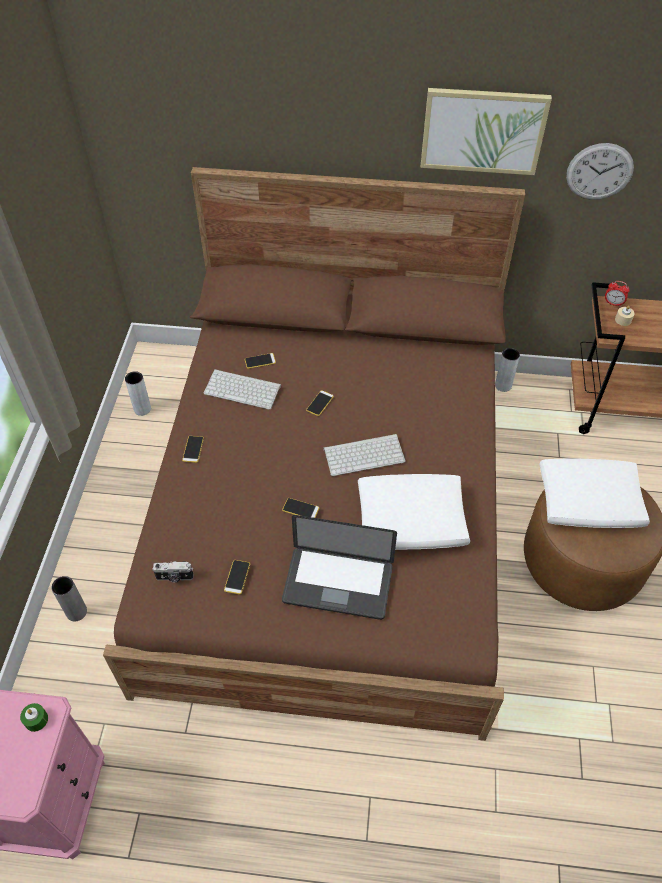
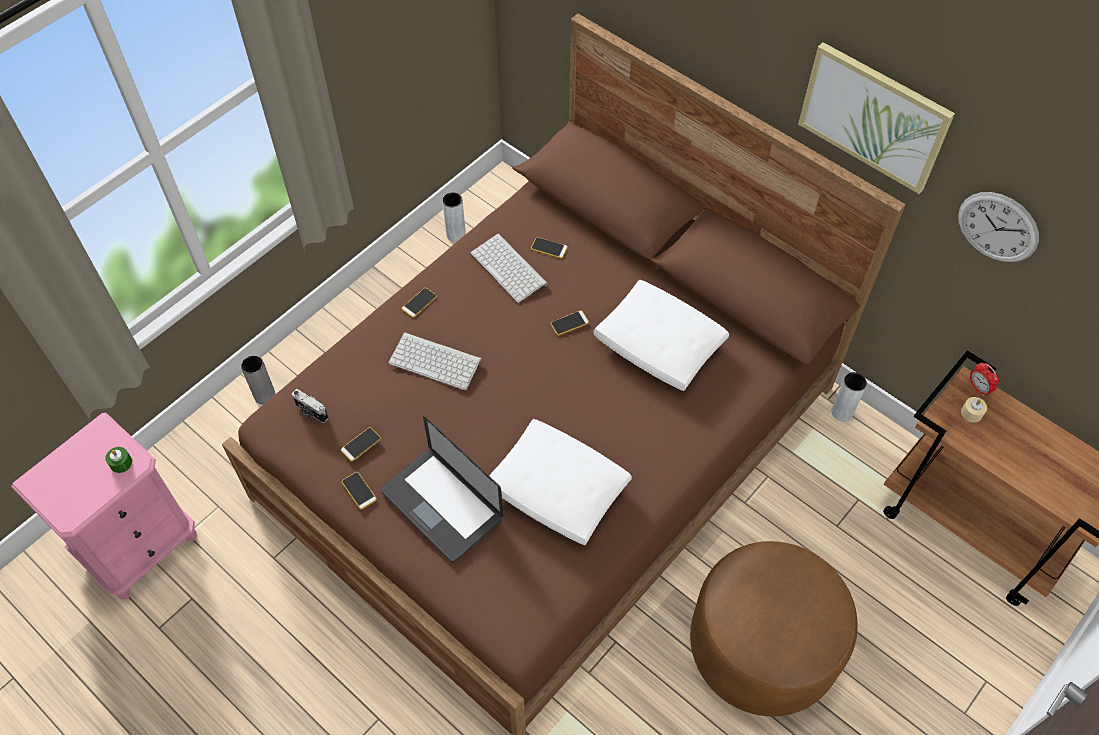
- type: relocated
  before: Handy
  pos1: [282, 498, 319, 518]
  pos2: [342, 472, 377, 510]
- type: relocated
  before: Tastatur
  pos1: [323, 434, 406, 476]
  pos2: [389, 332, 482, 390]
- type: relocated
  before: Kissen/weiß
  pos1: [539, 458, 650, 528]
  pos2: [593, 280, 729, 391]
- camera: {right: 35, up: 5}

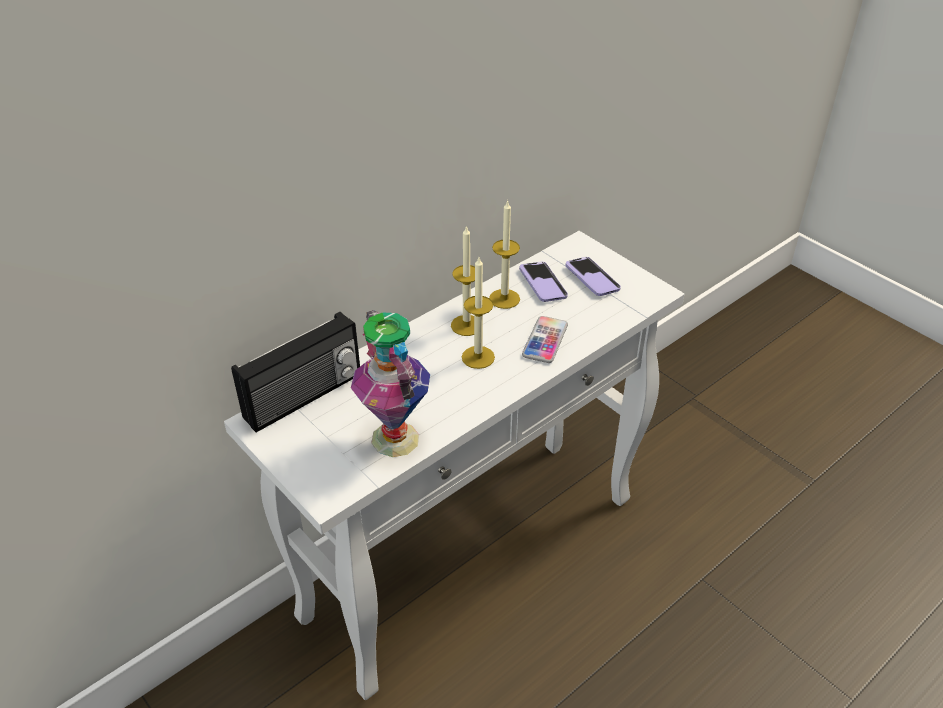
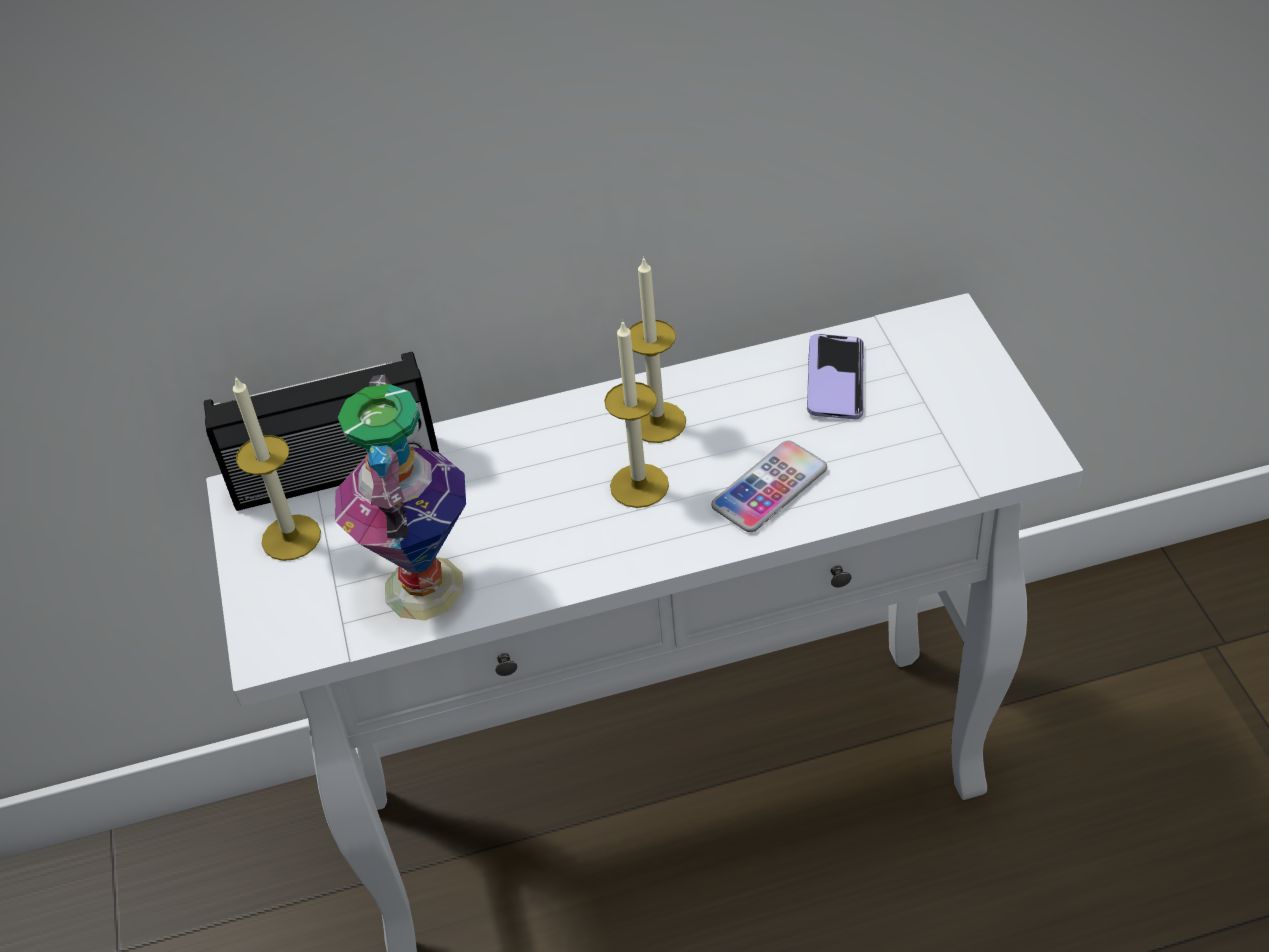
- type: missing
  before: Handy
  pos1: [565, 257, 621, 296]
- type: relocated
  before: Kerze
  pos1: [489, 200, 520, 309]
  pos2: [233, 376, 321, 561]
- camera: {right: 30, up: 5}

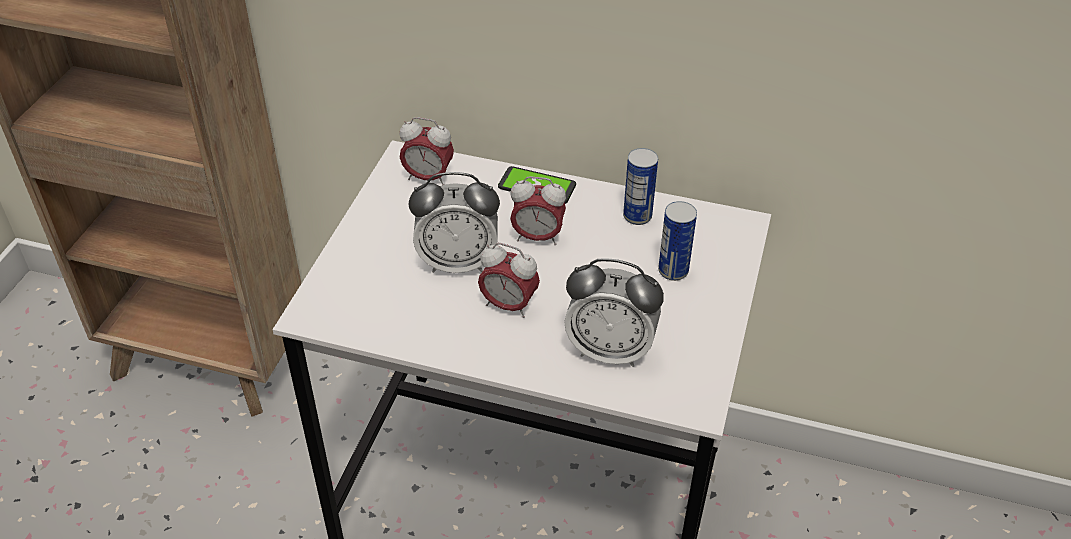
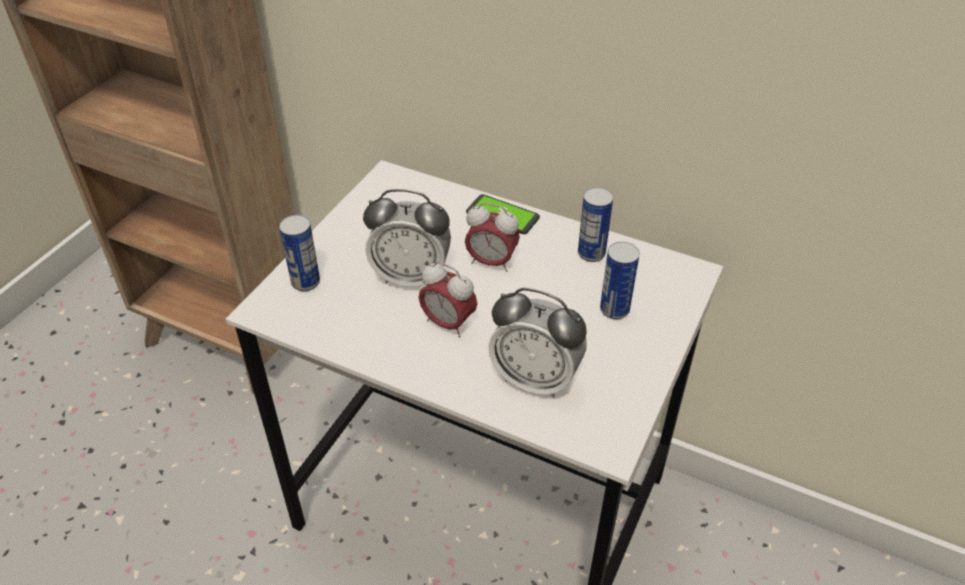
- type: missing
  before: Wecker
  pos1: [400, 117, 454, 185]
- type: appeared
  after: Dose
  pos2: [279, 215, 320, 291]
- camera: {right: 10, up: 0}

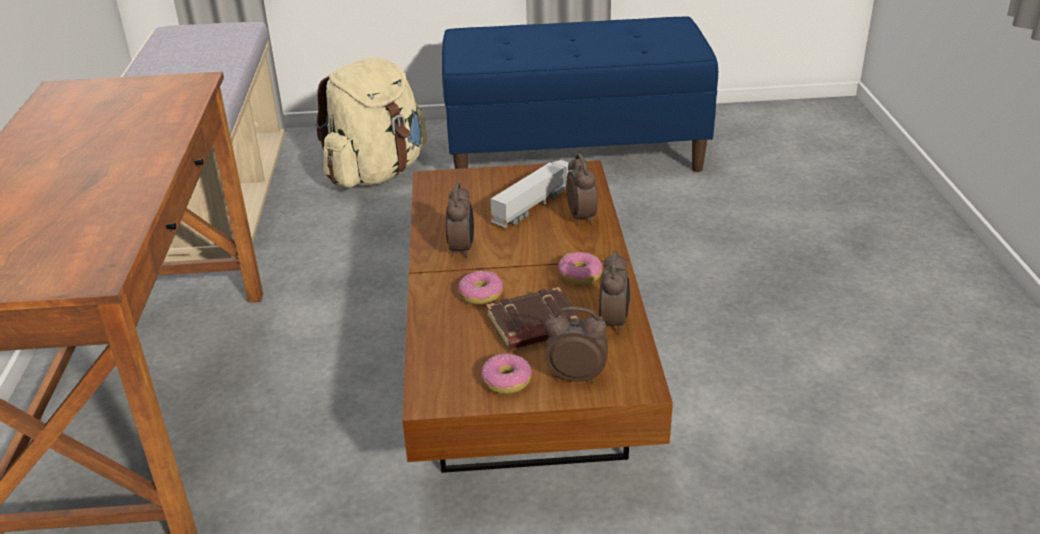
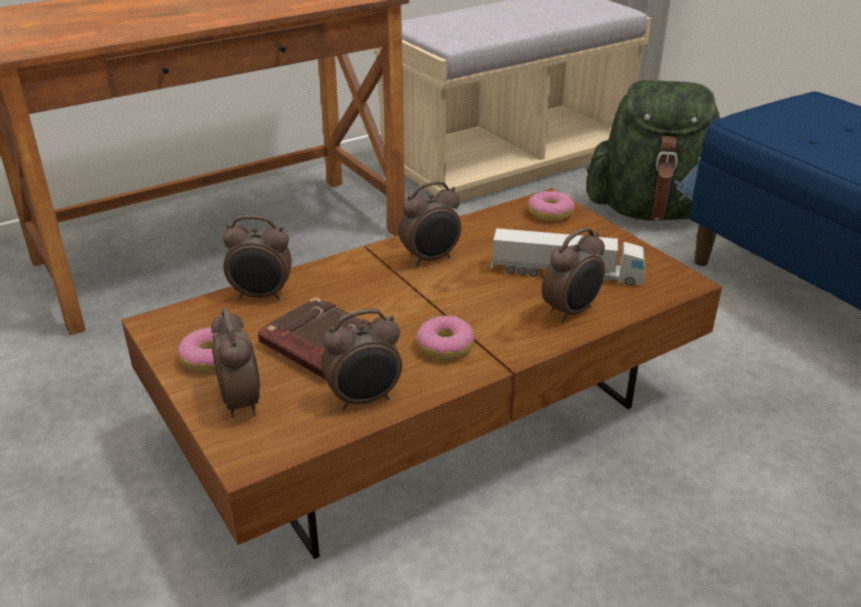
- type: appeared
  after: Wecker
  pos2: [223, 215, 292, 301]
- type: relocated
  before: Donut
  pos1: [458, 271, 503, 305]
  pos2: [528, 191, 575, 221]
- type: colour
  before: Rucksack/beige
  after: Rucksack/grün
  pos1: [315, 57, 427, 188]
  pos2: [586, 80, 720, 221]
- camera: {right: 60, up: 0}

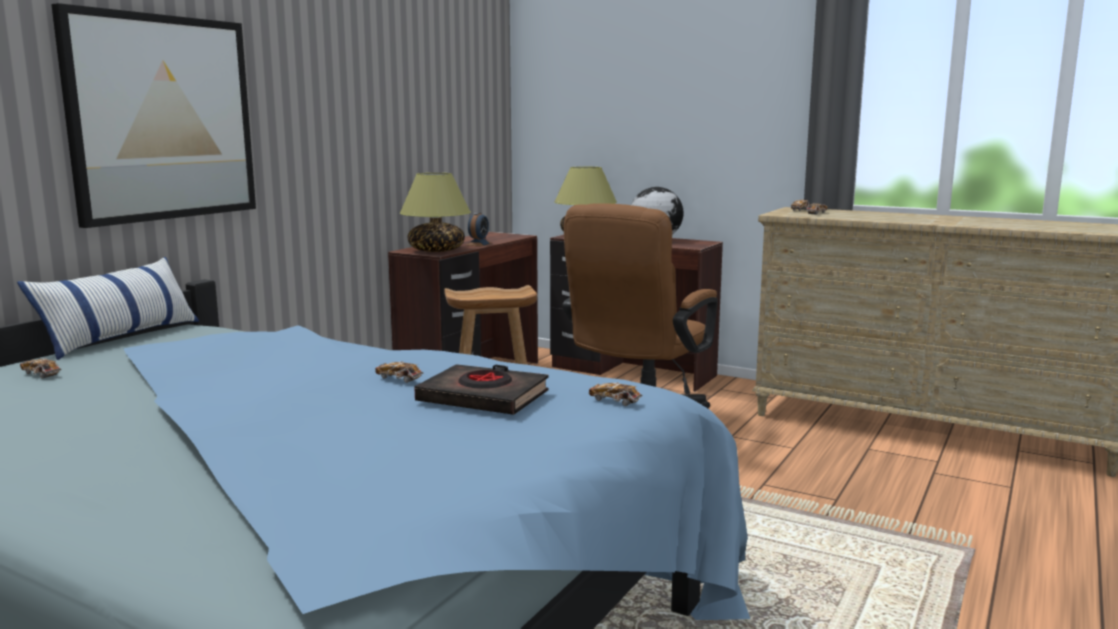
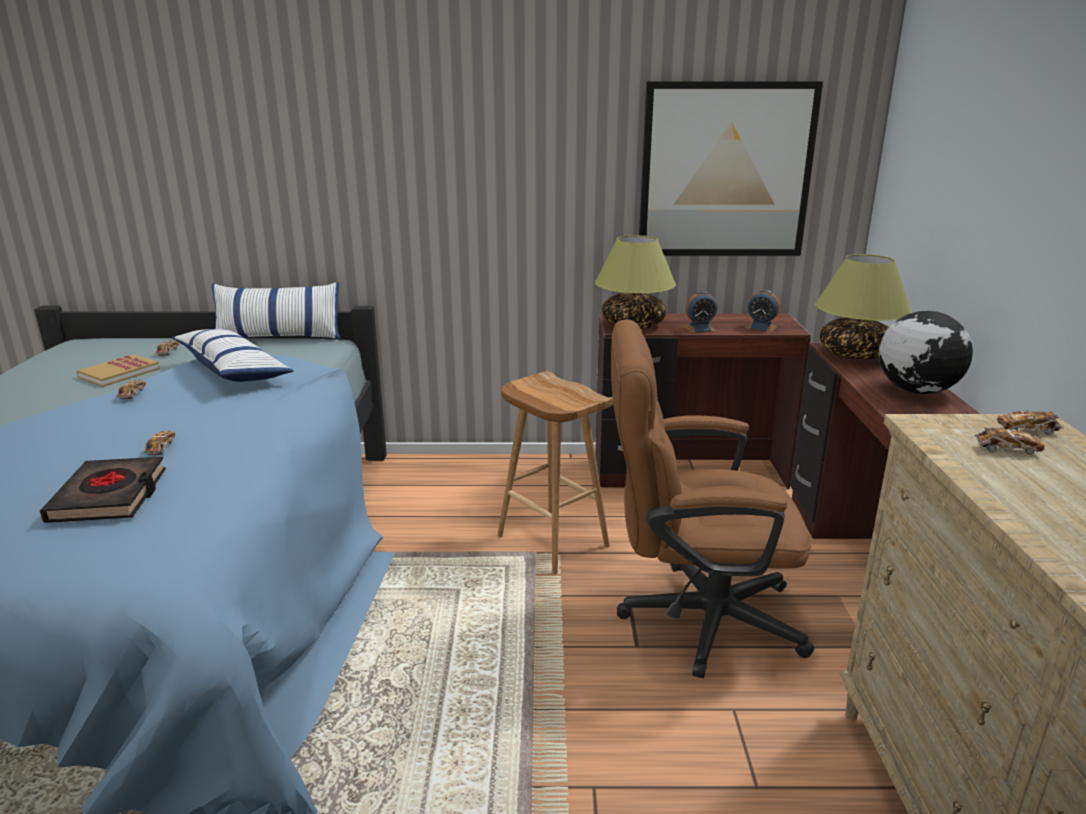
- type: appeared
  after: Buch
  pos2: [77, 354, 160, 387]
- type: appeared
  after: Kissen
  pos2: [171, 329, 294, 382]
- type: appeared
  after: Wecker
  pos2: [746, 290, 780, 332]
- type: relocated
  before: Bild
  pos1: [51, 3, 256, 228]
  pos2: [639, 81, 823, 256]
- type: relocated
  before: Spielzeugauto
  pos1: [589, 382, 642, 406]
  pos2: [116, 380, 146, 399]
- camera: {right: 60, up: 10}

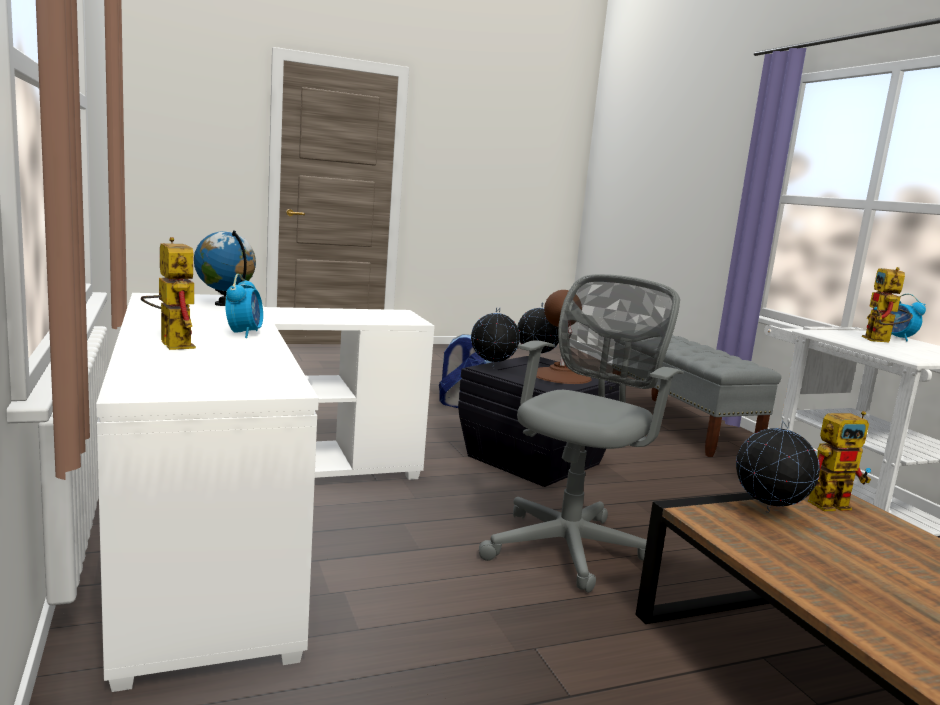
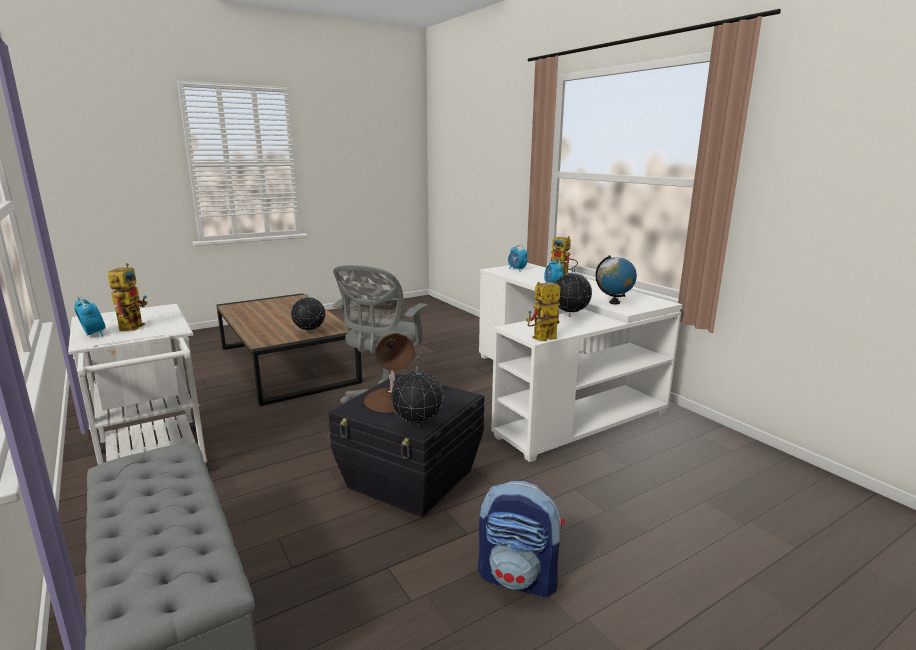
- type: appeared
  after: Wecker
  pos2: [508, 245, 528, 271]
- type: relocated
  before: Globus
  pos1: [471, 308, 520, 368]
  pos2: [555, 269, 592, 317]
- type: relocated
  before: Spielzeugroboter
  pos1: [808, 411, 871, 511]
  pos2: [526, 282, 561, 341]
- camera: {right: 170, up: 5}

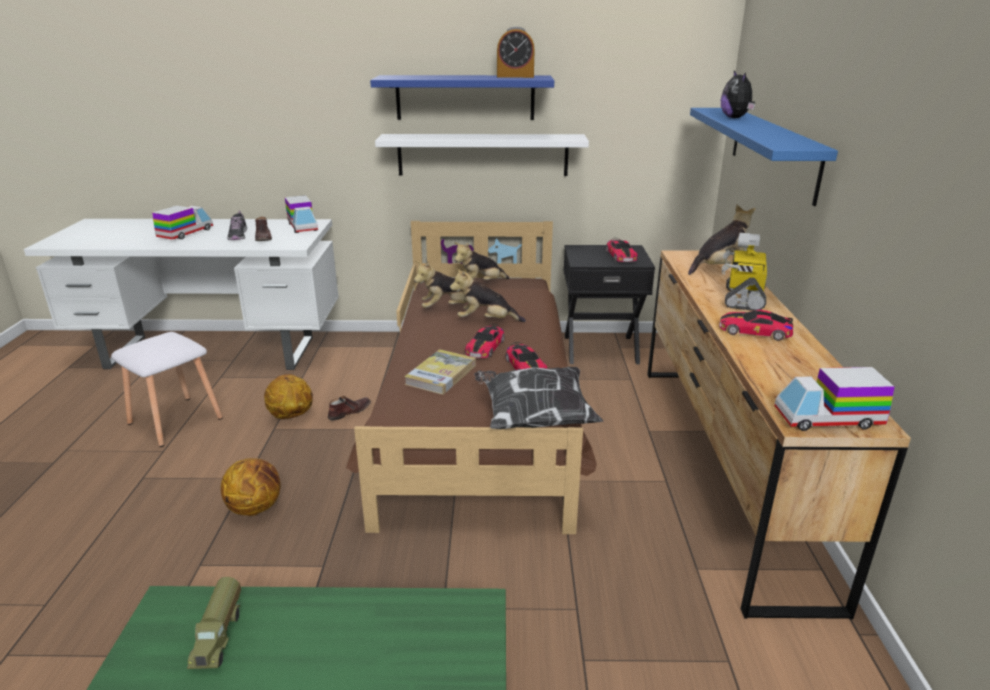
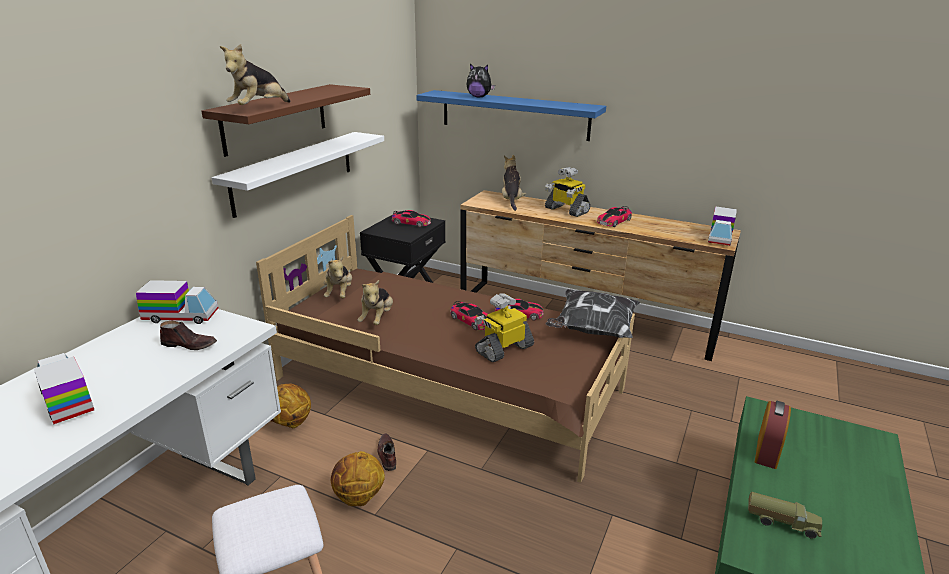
- type: missing
  before: Schuh
  pos1: [227, 211, 247, 240]
- type: relocated
  before: Basketball
  pos1: [221, 458, 280, 516]
  pos2: [271, 384, 311, 428]
- type: relocated
  before: Plüschtier
  pos1: [450, 268, 526, 322]
  pos2: [220, 44, 290, 105]
- type: relocated
  before: Wecker
  pos1: [497, 26, 534, 78]
  pos2: [755, 401, 791, 469]
- type: exchanged
  before: Buch
  after: Spielzeugroboter
  pos1: [404, 349, 476, 395]
  pos2: [474, 293, 534, 362]
- type: colour
  before: Wandregal/blau
  after: Wandregal/braun
  pos1: [370, 75, 554, 120]
  pos2: [202, 84, 370, 157]
- camera: {right: -65, up: 0}

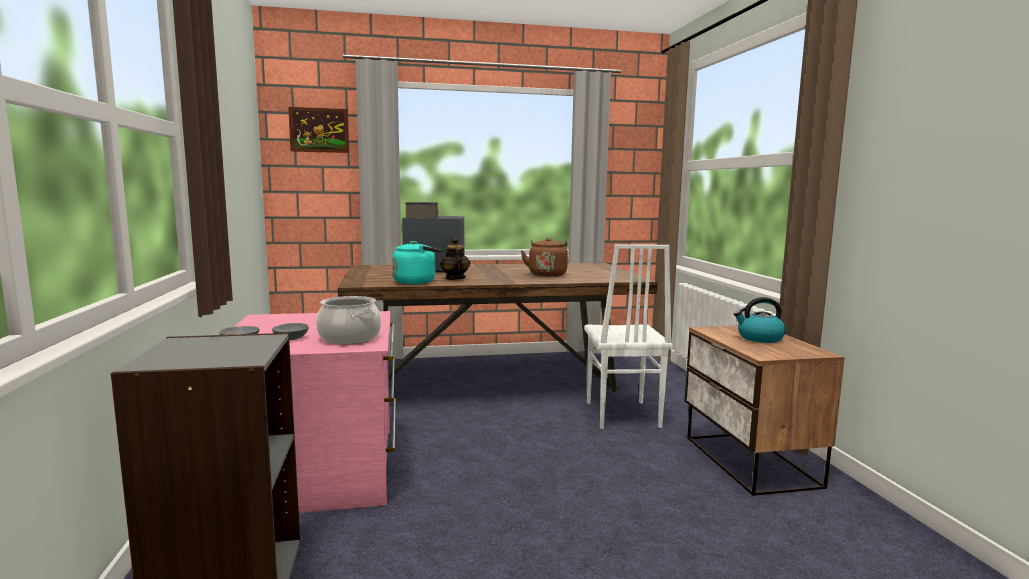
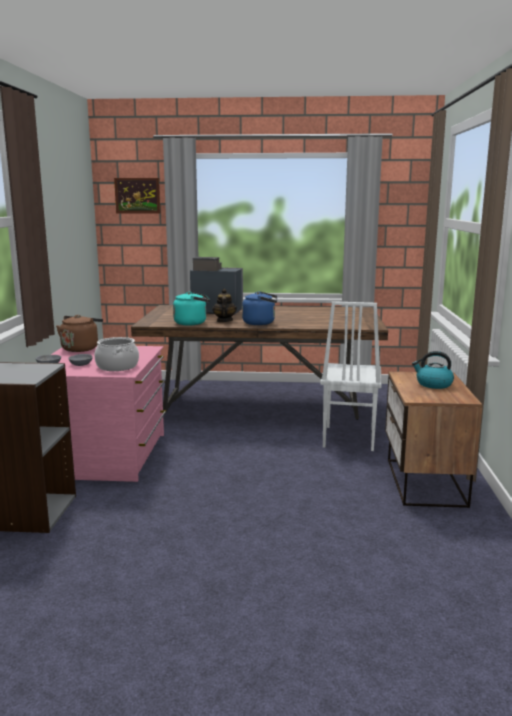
- type: appeared
  after: Wasserkessel/blau
  pos2: [242, 291, 277, 325]
- type: relocated
  before: Wasserkessel/braun
  pos1: [521, 238, 568, 277]
  pos2: [56, 315, 103, 352]
- camera: {right: 15, up: 5}

